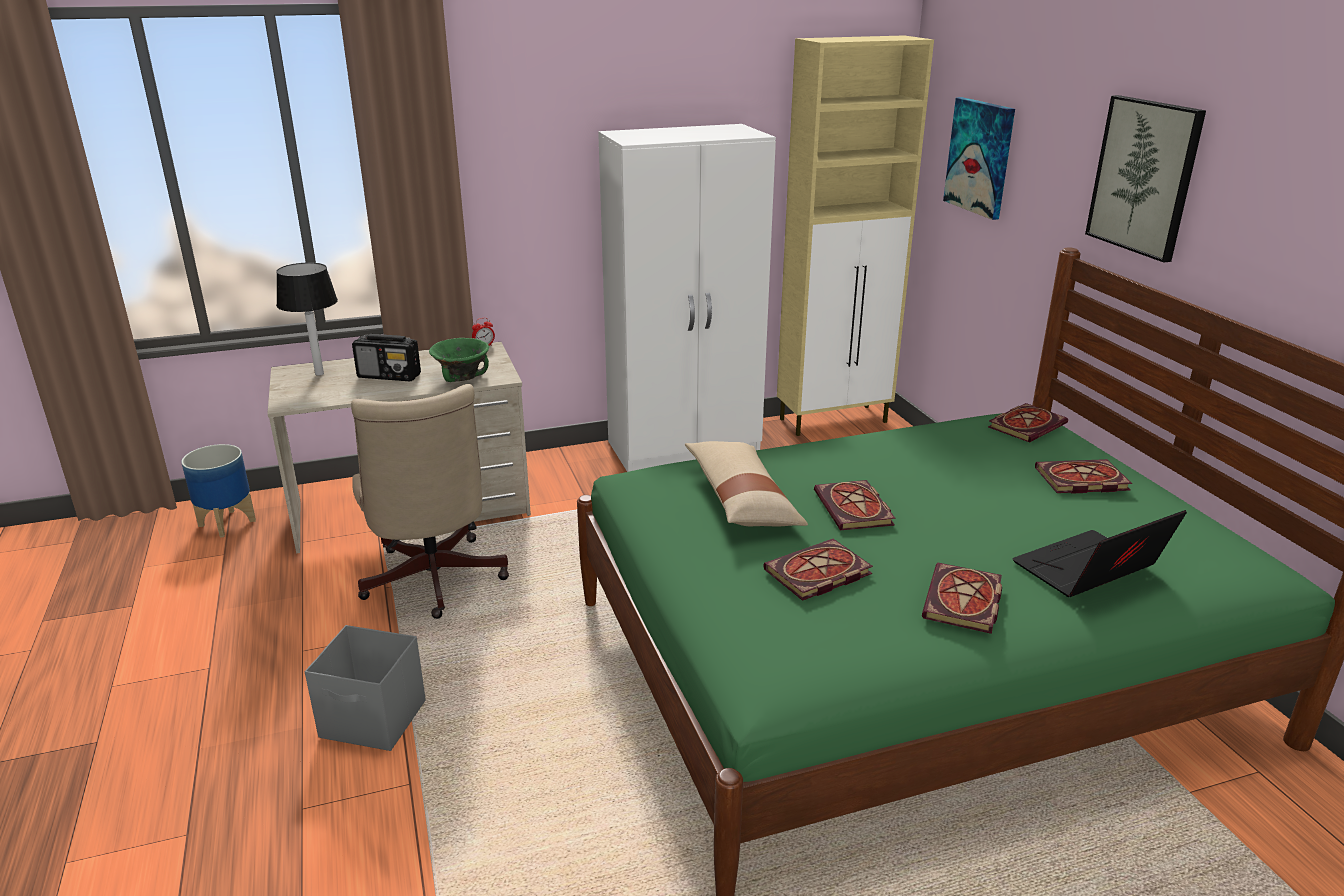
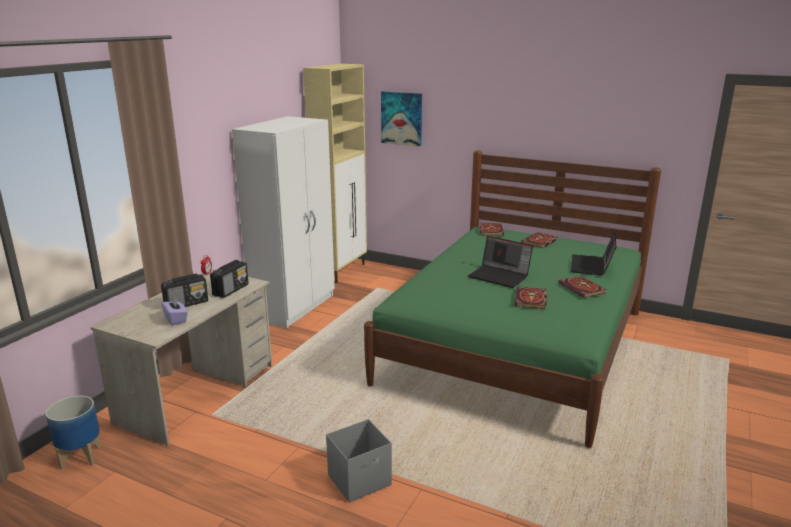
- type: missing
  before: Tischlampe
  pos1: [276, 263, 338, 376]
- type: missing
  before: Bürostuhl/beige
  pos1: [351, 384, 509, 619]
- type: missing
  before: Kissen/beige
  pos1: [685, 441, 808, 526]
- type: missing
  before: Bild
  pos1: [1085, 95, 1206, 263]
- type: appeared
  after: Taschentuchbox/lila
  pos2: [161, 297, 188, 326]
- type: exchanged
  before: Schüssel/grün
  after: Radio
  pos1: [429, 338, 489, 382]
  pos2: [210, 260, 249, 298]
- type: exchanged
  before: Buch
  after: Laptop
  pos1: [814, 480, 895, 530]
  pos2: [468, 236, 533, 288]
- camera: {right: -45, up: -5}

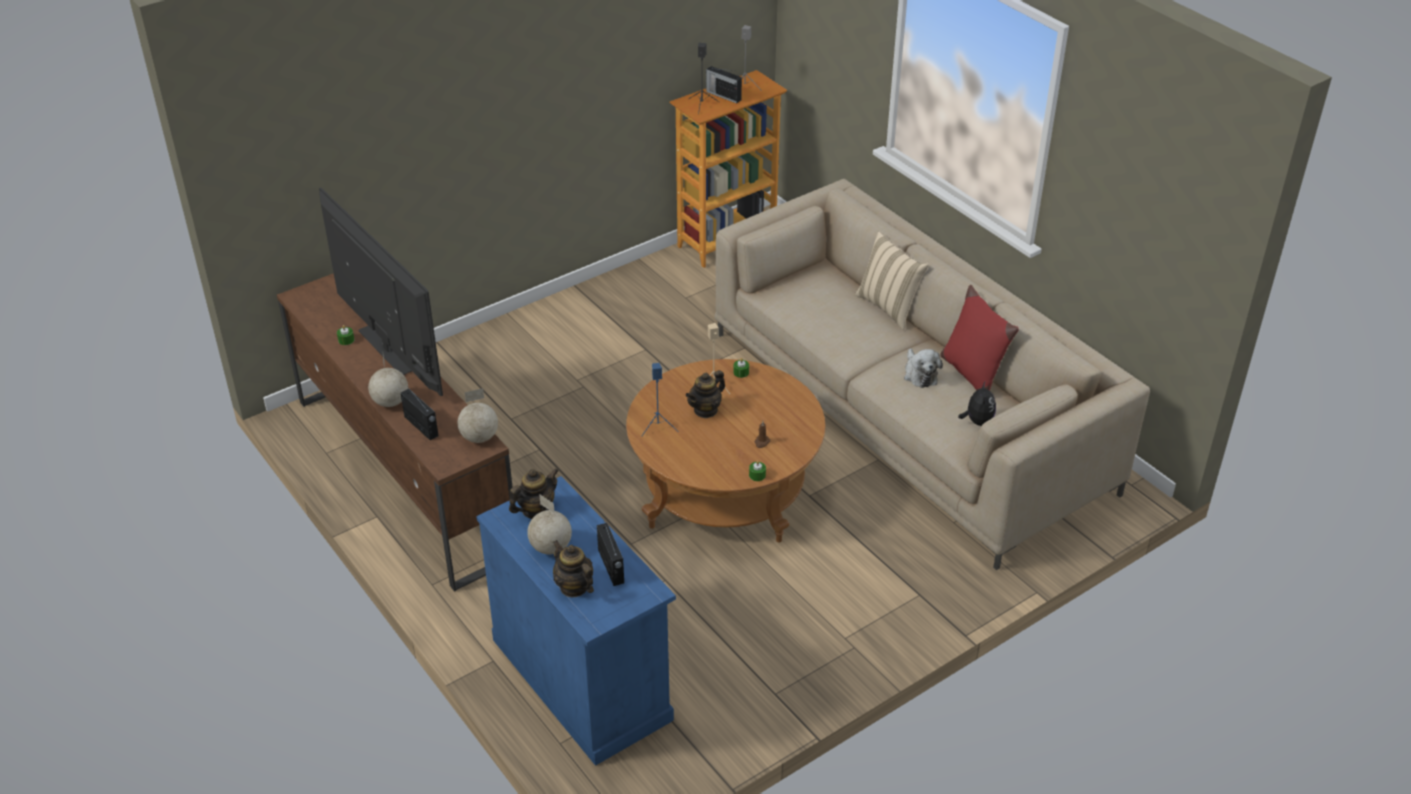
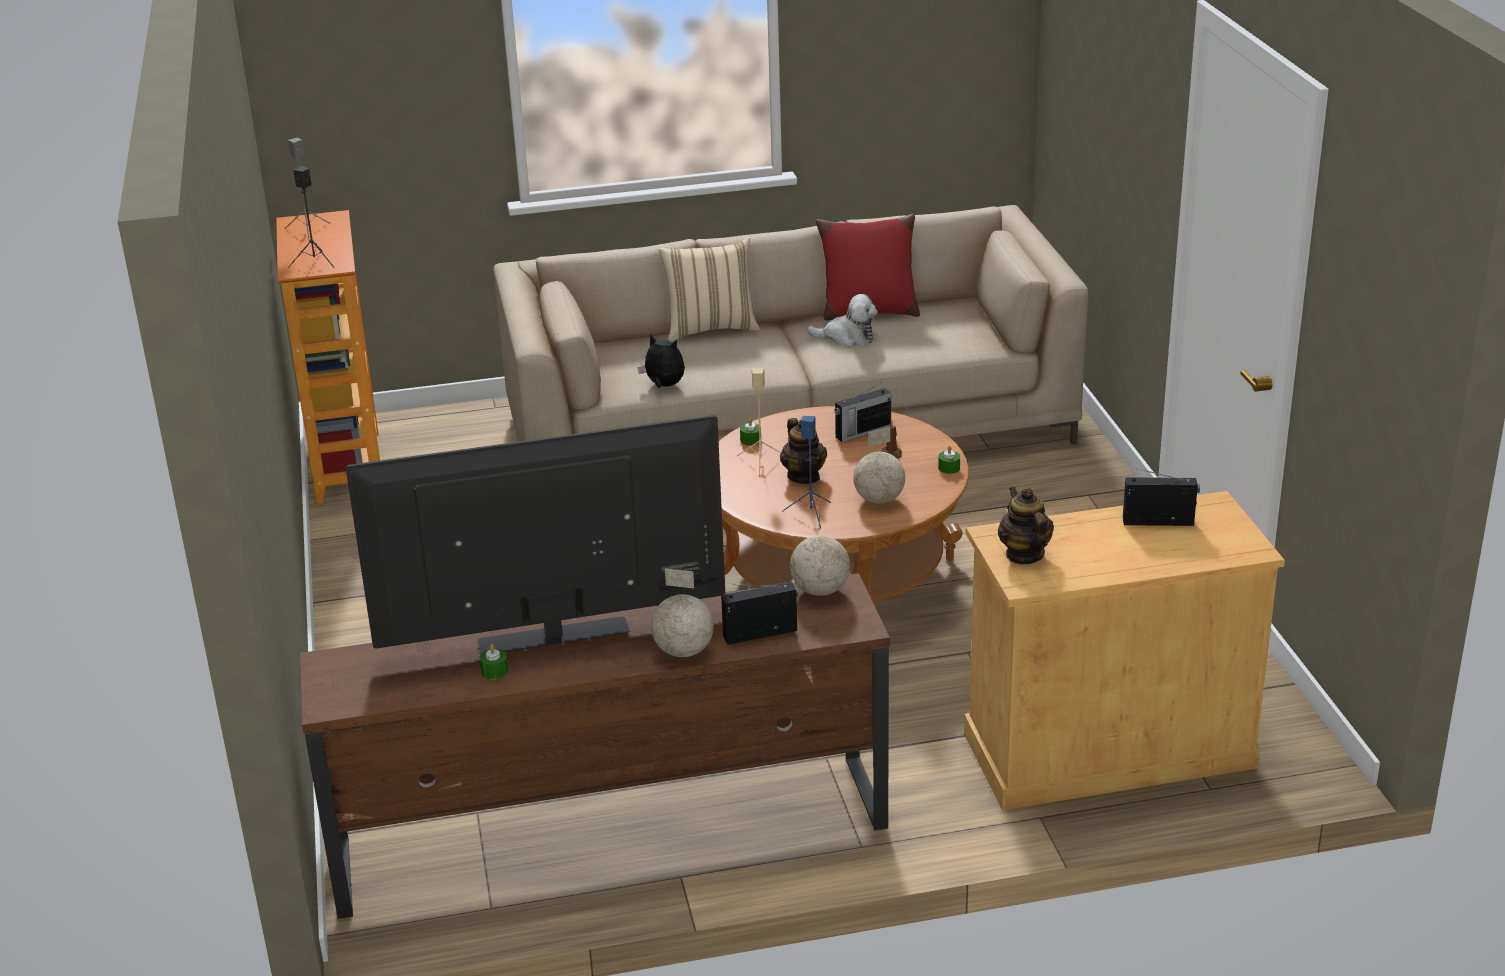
- type: missing
  before: Teekanne
  pos1: [553, 540, 594, 597]
- type: relocated
  before: Globus
  pos1: [527, 494, 572, 554]
  pos2: [853, 427, 905, 504]
- type: relocated
  before: Radio
  pos1: [706, 66, 742, 103]
  pos2: [834, 382, 891, 442]
- type: relocated
  before: Plüschtier
  pos1: [958, 382, 996, 426]
  pos2: [638, 334, 685, 388]
- type: colour
  before: Schrank/blau
  after: Schrank/beige
  pos1: [476, 476, 676, 766]
  pos2: [964, 491, 1285, 810]
- camera: {right: -65, up: -10}

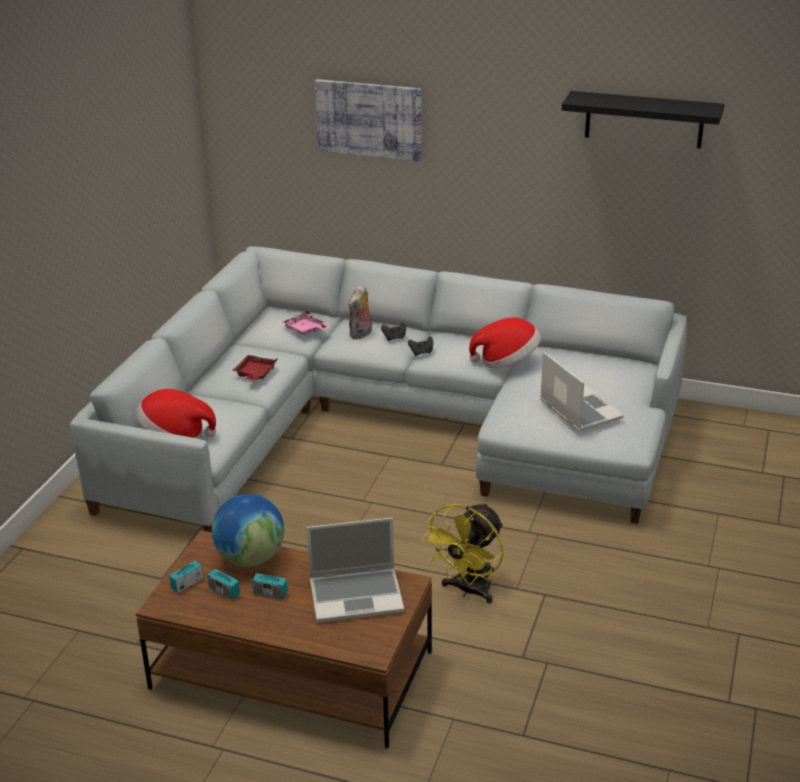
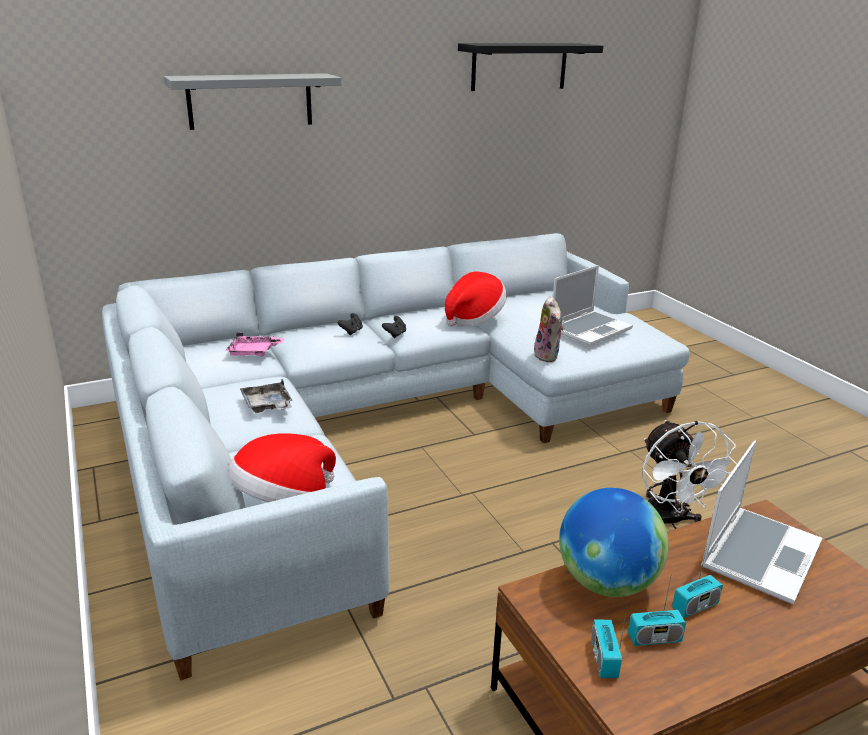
- type: relocated
  before: Plüschtier
  pos1: [349, 284, 372, 339]
  pos2: [534, 296, 564, 362]
- type: exchanged
  before: Bild
  after: Wandregal/grau
  pos1: [315, 79, 422, 162]
  pos2: [163, 73, 341, 130]
- type: colour
  before: Tablett/rot
  after: Tablett/grau
  pos1: [232, 355, 277, 381]
  pos2: [240, 379, 293, 413]
- type: colour
  before: Ventilator/gelb
  after: Ventilator/weiß
  pos1: [421, 503, 503, 604]
  pos2: [643, 420, 737, 529]
- type: spun
  before: Laptop
  pos1: [540, 352, 624, 432]
  pos2: [553, 265, 633, 346]
  turn: 120
- camera: {right: -45, up: -5}

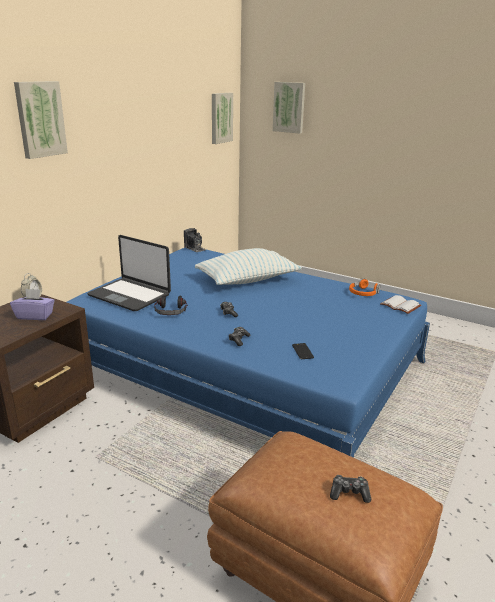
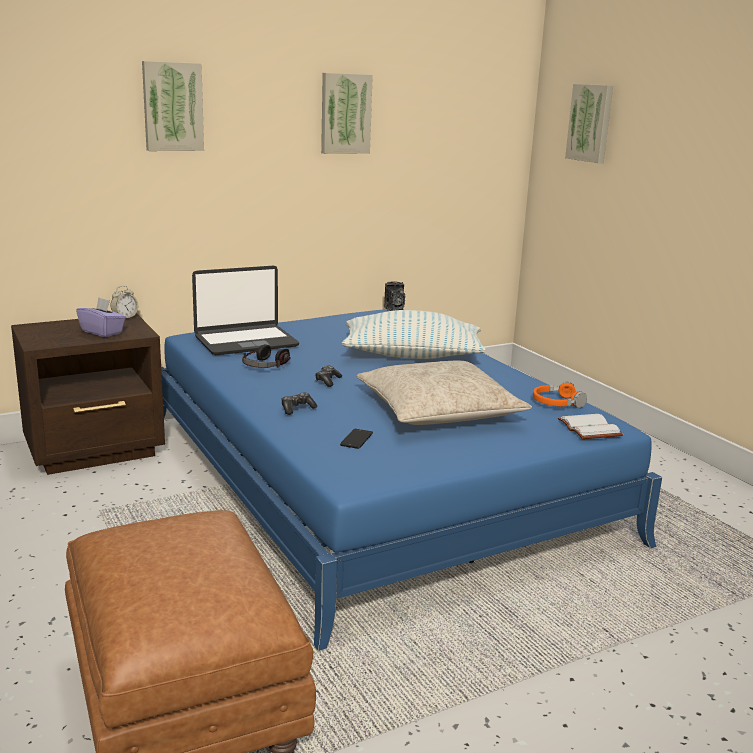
- type: missing
  before: Gamepad
  pos1: [330, 475, 371, 503]
- type: appeared
  after: Kissen/beige
  pos2: [356, 361, 532, 425]
- type: relocated
  before: Bild
  pos1: [212, 93, 233, 144]
  pos2: [321, 73, 373, 154]
- type: spun
  before: Laptop
  pos1: [87, 235, 171, 311]
  pos2: [192, 266, 299, 355]
  turn: -90
- camera: {right: 30, up: -5}

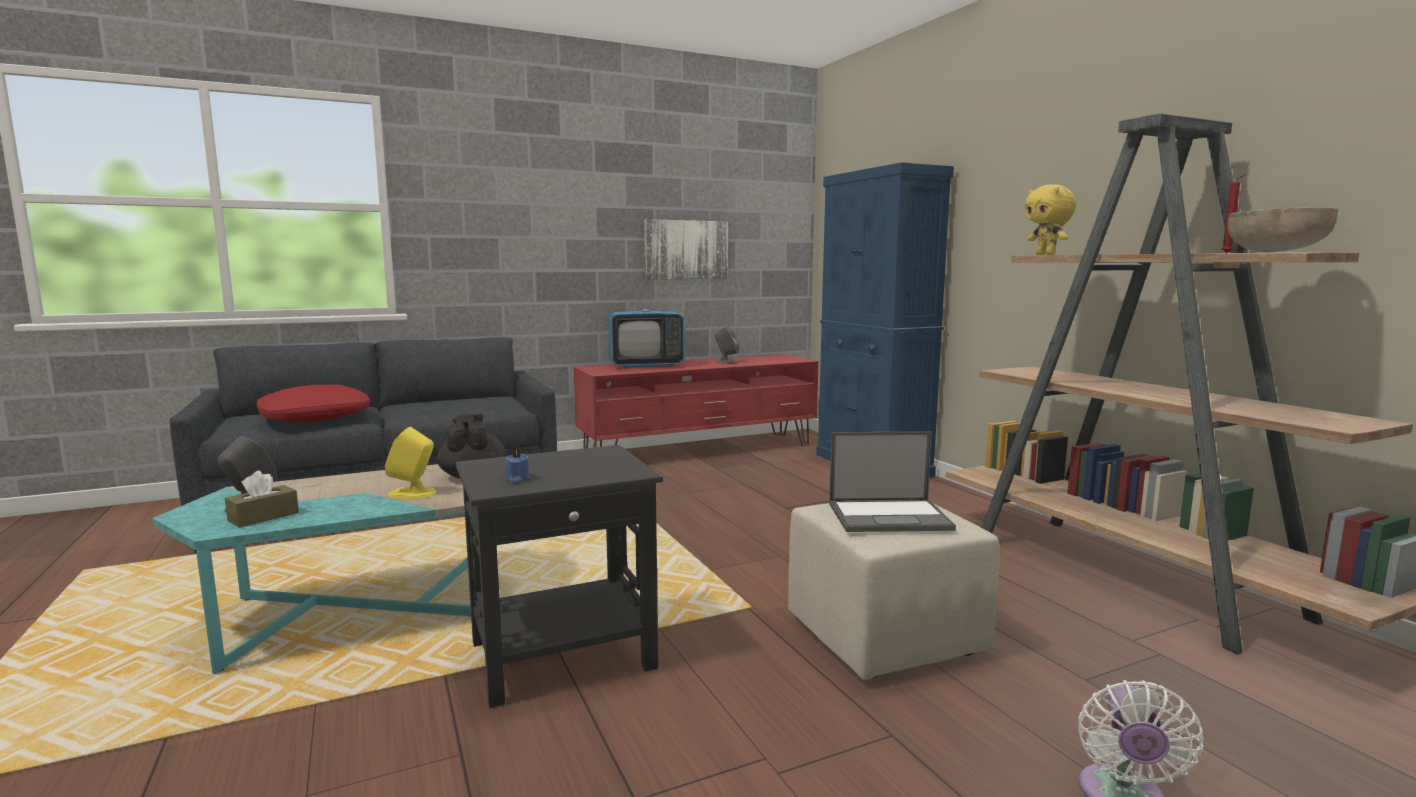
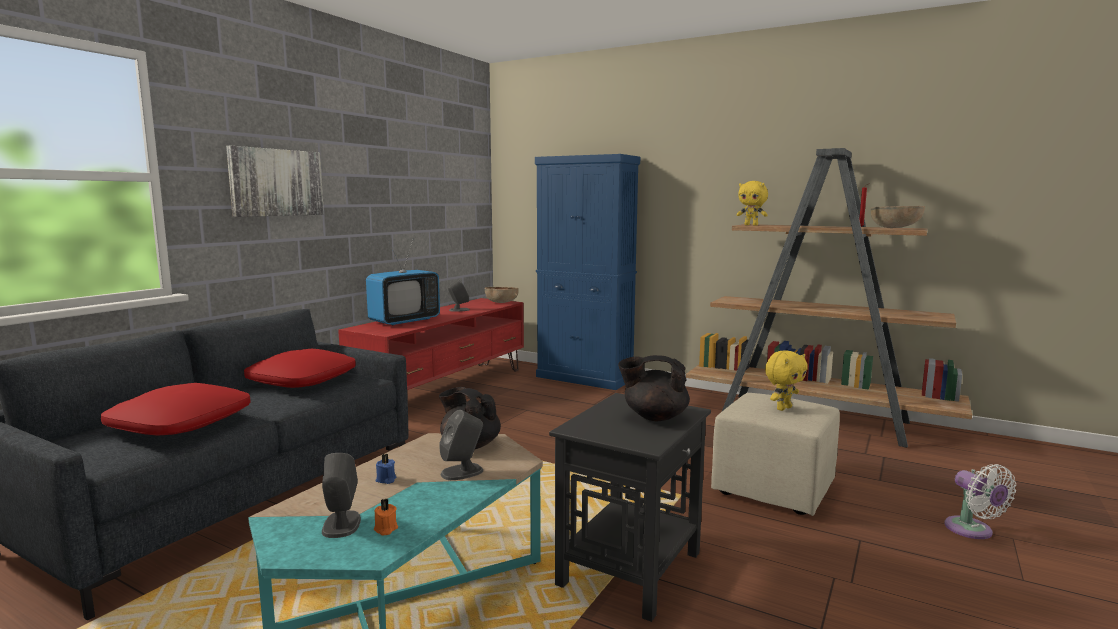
- type: appeared
  after: Kissen/rot
  pos2: [244, 349, 356, 388]
- type: appeared
  after: Schüssel/braun
  pos2: [485, 287, 519, 303]
- type: appeared
  after: Teekanne/schwarz
  pos2: [618, 355, 690, 421]
- type: relocated
  before: Kerze/blau
  pos1: [505, 446, 530, 483]
  pos2: [376, 454, 397, 484]
- type: relocated
  before: Bild
  pos1: [644, 219, 728, 279]
  pos2: [226, 146, 324, 217]
- type: exchanged
  before: Taschentuchbox/braun
  after: Kerze/orange
  pos1: [225, 471, 299, 528]
  pos2: [374, 499, 398, 535]
- type: exchanged
  before: Laptop
  after: Plüschtier/gelb
  pos1: [829, 431, 956, 532]
  pos2: [765, 350, 808, 411]
- type: colour
  before: Lautsprecher/gelb
  after: Lautsprecher/grau
  pos1: [385, 427, 436, 499]
  pos2: [439, 410, 483, 480]
- camera: {right: -35, up: 0}

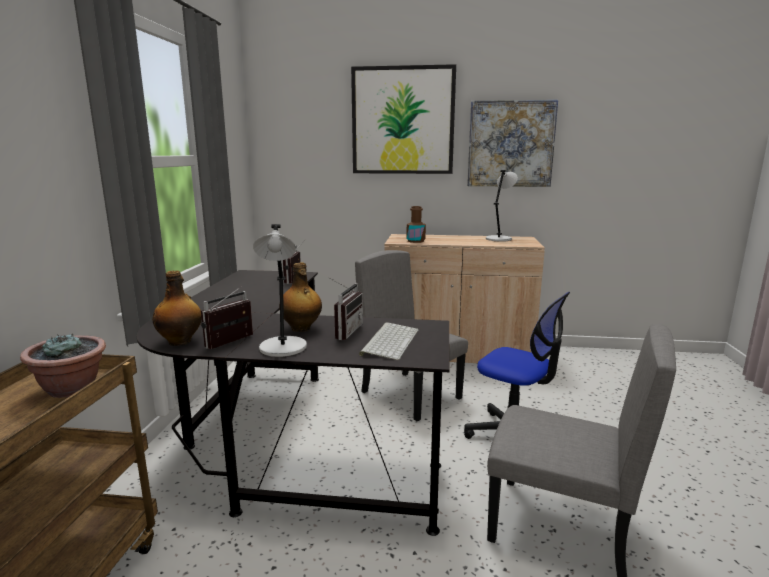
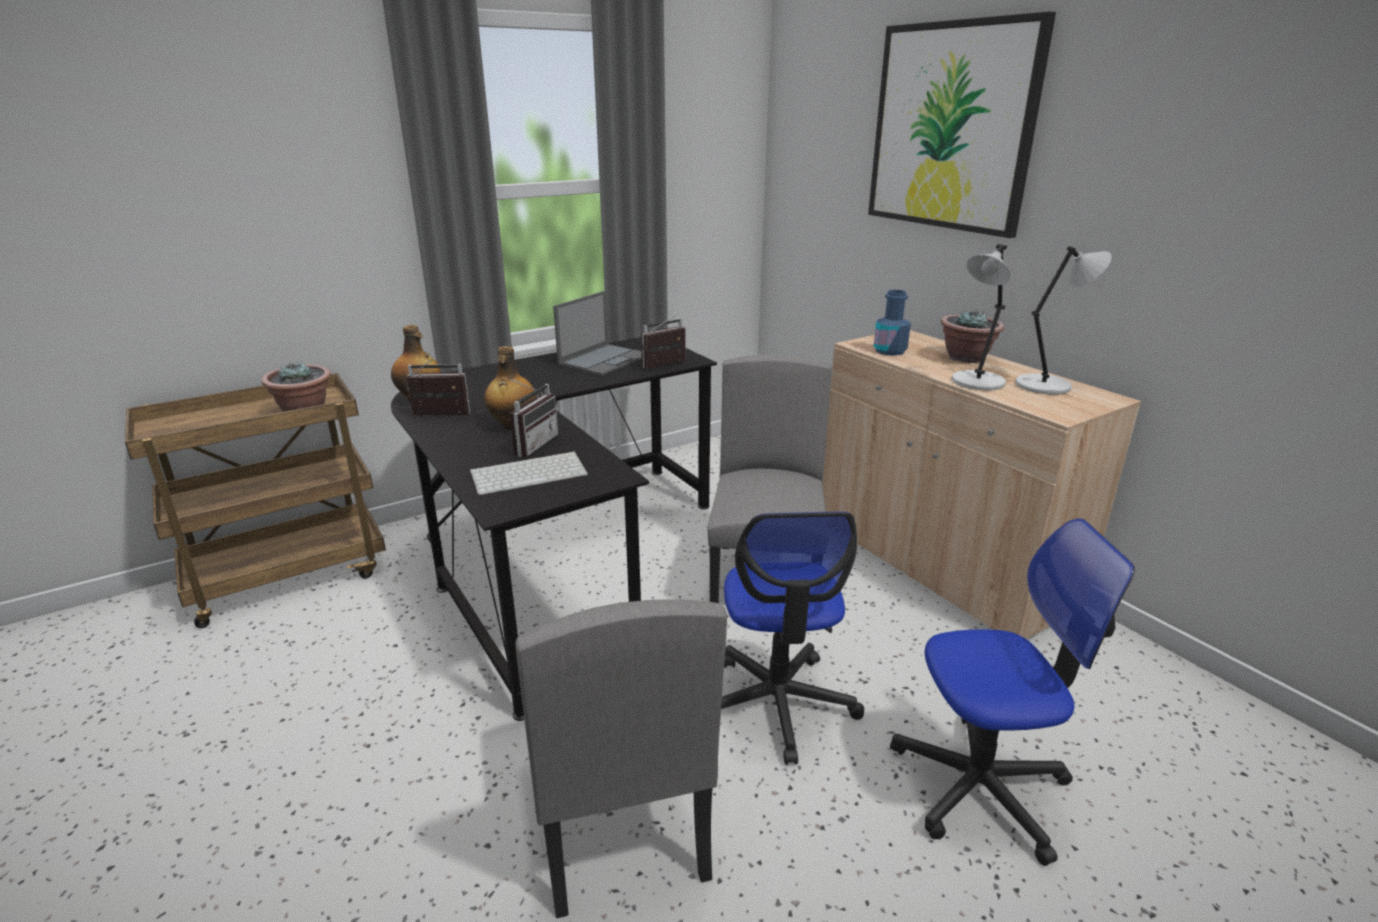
- type: missing
  before: Bild
  pos1: [467, 100, 558, 187]
- type: appeared
  after: Laptop
  pos2: [553, 291, 642, 376]
- type: appeared
  after: Bürostuhl
  pos2: [890, 518, 1135, 866]
- type: appeared
  after: Topfpflanze
  pos2: [941, 309, 1004, 363]
- type: relocated
  before: Tischlampe/grau
  pos1: [253, 224, 307, 357]
  pos2: [952, 244, 1010, 390]
- type: colour
  before: Flasche/braun
  after: Flasche/blau
  pos1: [406, 206, 426, 243]
  pos2: [874, 290, 911, 356]
- type: spun
  before: Radio
  pos1: [328, 277, 363, 340]
  pos2: [506, 377, 558, 457]
  turn: -45
- camera: {right: 50, up: 10}

